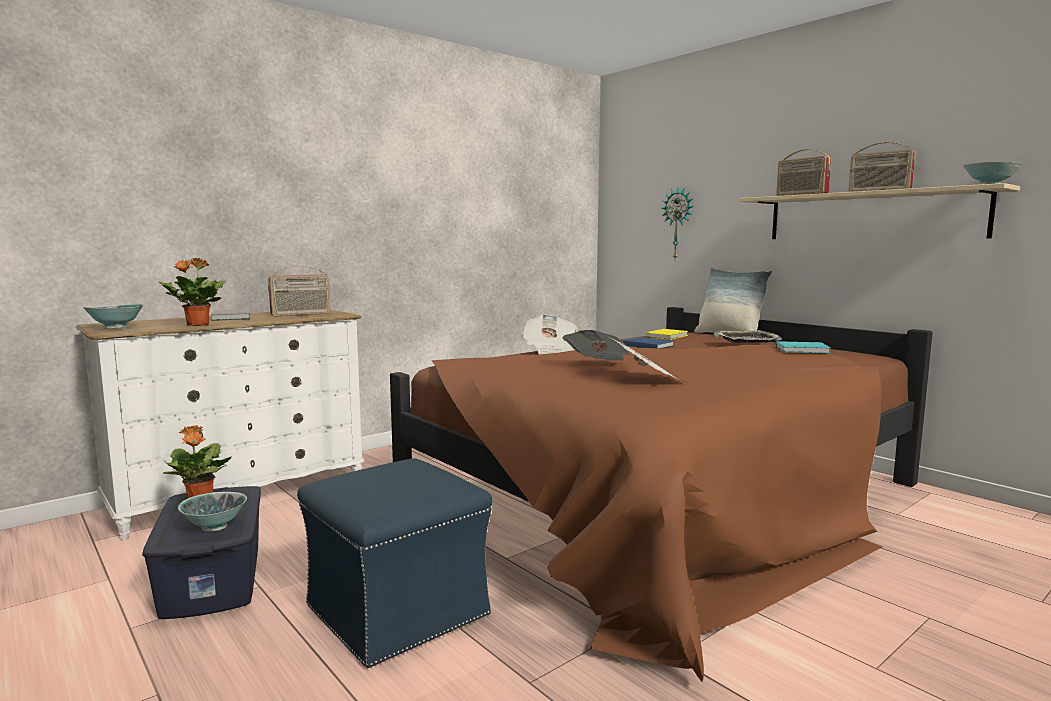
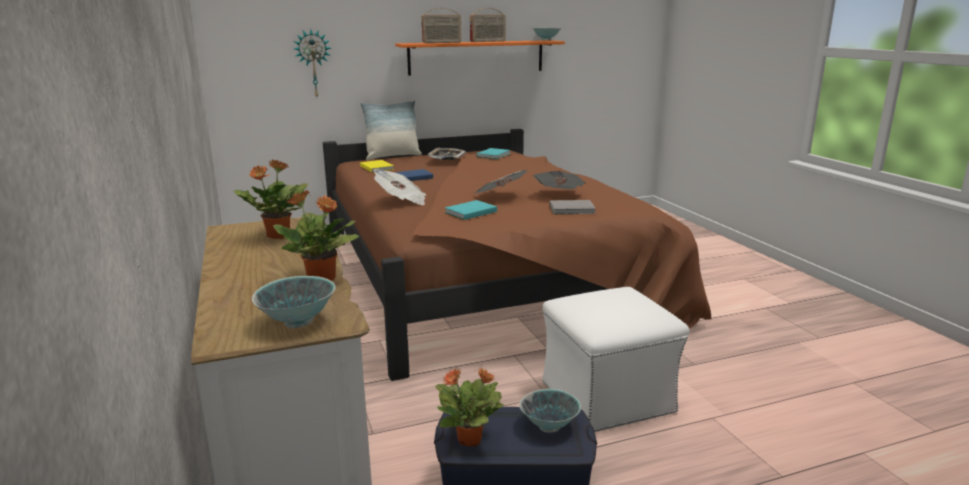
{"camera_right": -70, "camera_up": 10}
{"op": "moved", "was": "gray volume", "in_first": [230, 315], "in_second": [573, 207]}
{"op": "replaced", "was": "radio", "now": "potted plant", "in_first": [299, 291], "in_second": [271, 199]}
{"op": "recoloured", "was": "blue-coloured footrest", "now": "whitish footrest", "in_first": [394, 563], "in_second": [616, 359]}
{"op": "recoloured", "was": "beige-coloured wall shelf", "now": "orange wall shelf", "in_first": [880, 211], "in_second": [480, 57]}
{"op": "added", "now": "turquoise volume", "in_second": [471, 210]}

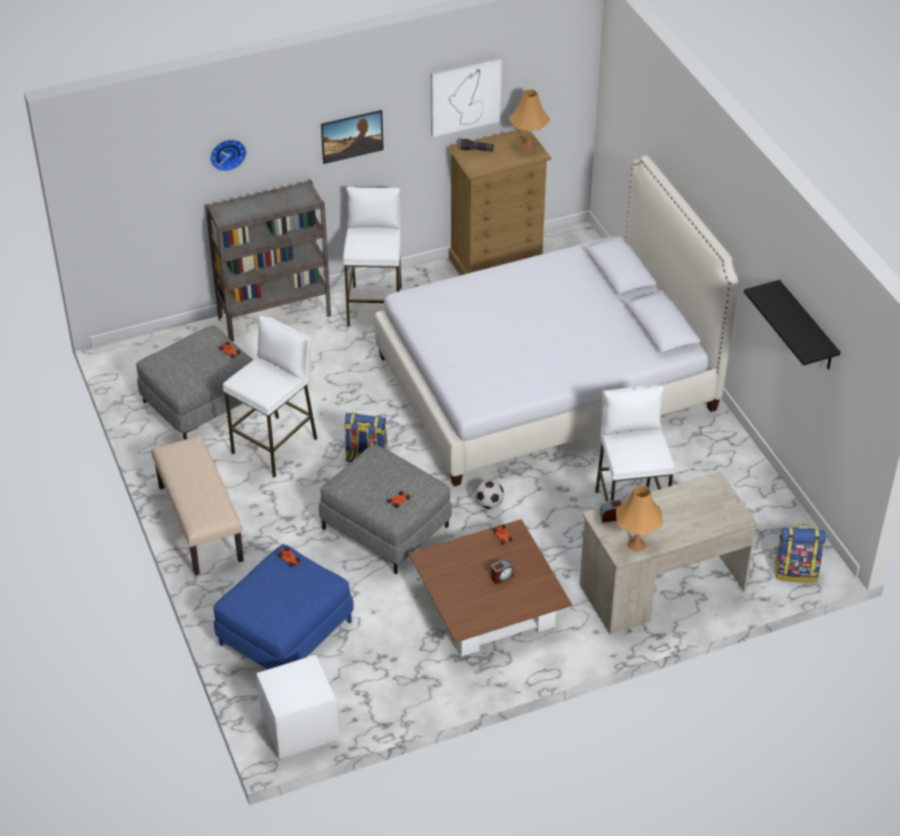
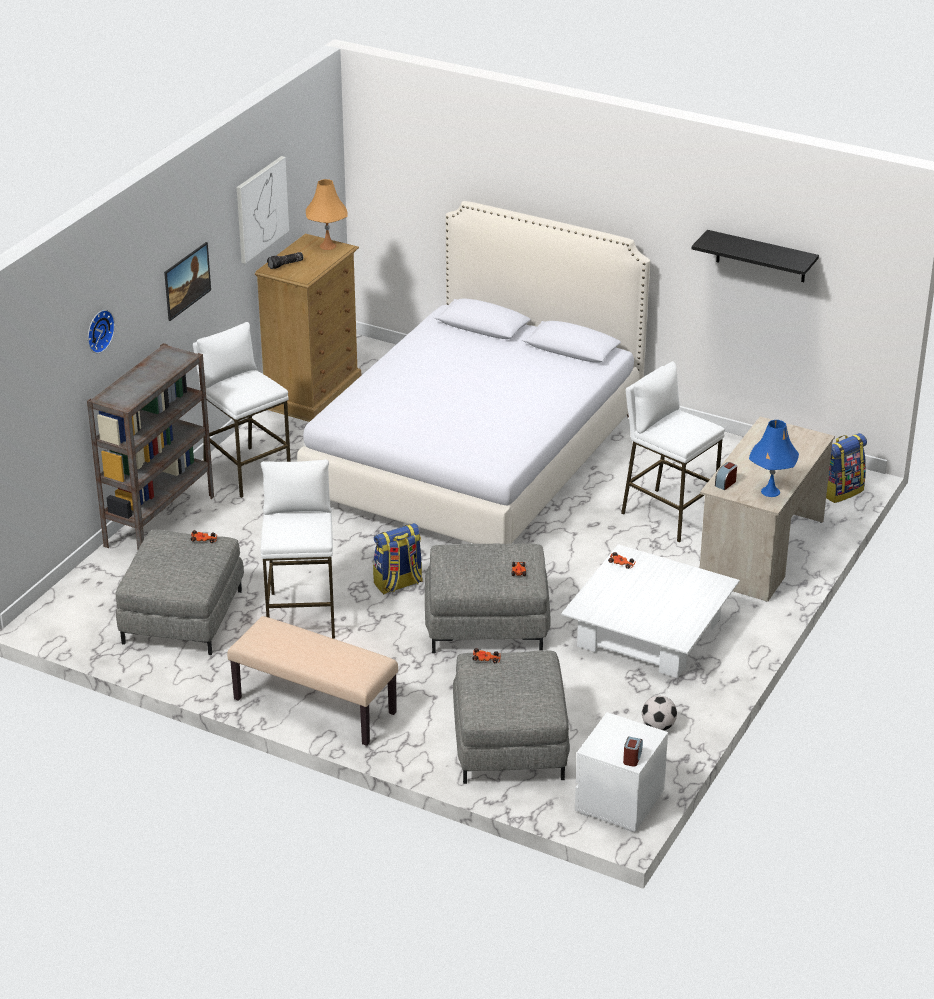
{"camera_right": -40, "camera_up": -10}
{"op": "recoloured", "was": "blue-coloured footrest", "now": "gray footrest", "in_first": [283, 607], "in_second": [511, 717]}
{"op": "recoloured", "was": "brown low table", "now": "whitish low table", "in_first": [490, 588], "in_second": [650, 611]}
{"op": "moved", "was": "ball for football", "in_first": [489, 494], "in_second": [659, 713]}
{"op": "moved", "was": "table clock", "in_first": [502, 572], "in_second": [633, 752]}
{"op": "recoloured", "was": "orange tabletop lamp", "now": "blue-coloured tabletop lamp", "in_first": [639, 518], "in_second": [774, 458]}

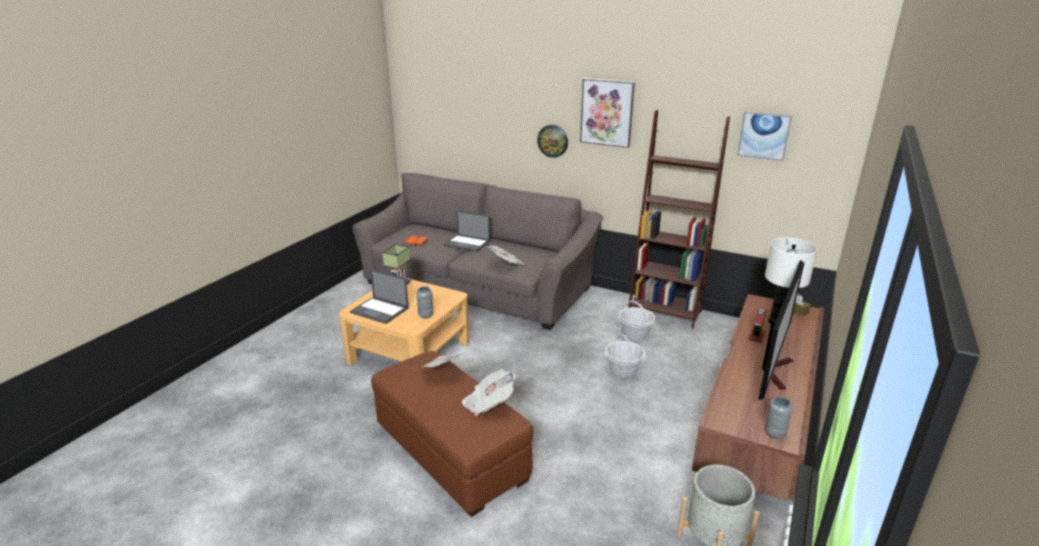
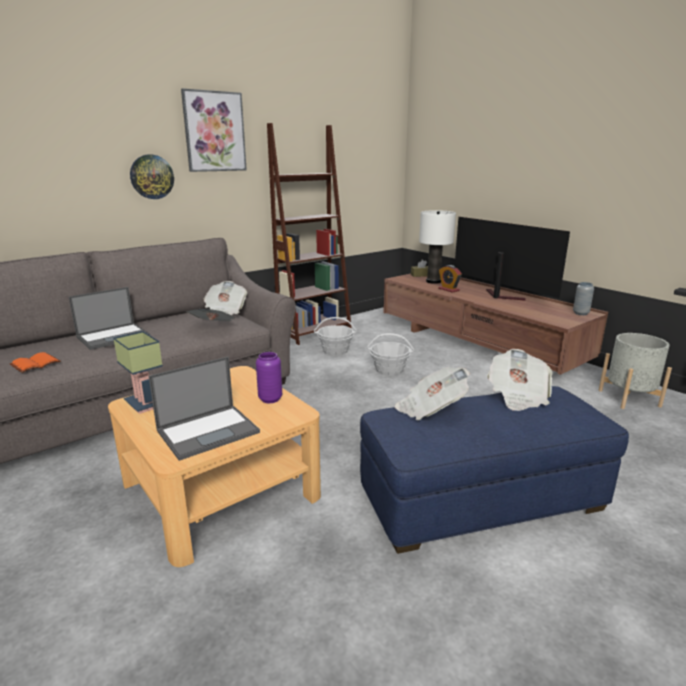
{"camera_right": -65, "camera_up": -5}
{"op": "recoloured", "was": "brown footrest", "now": "blue-coloured footrest", "in_first": [452, 434], "in_second": [494, 470]}
{"op": "recoloured", "was": "gray decorative vase", "now": "purple decorative vase", "in_first": [425, 302], "in_second": [269, 377]}
{"op": "removed", "was": "picture", "in_first": [764, 136]}
{"op": "added", "now": "daily paper", "in_second": [225, 298]}

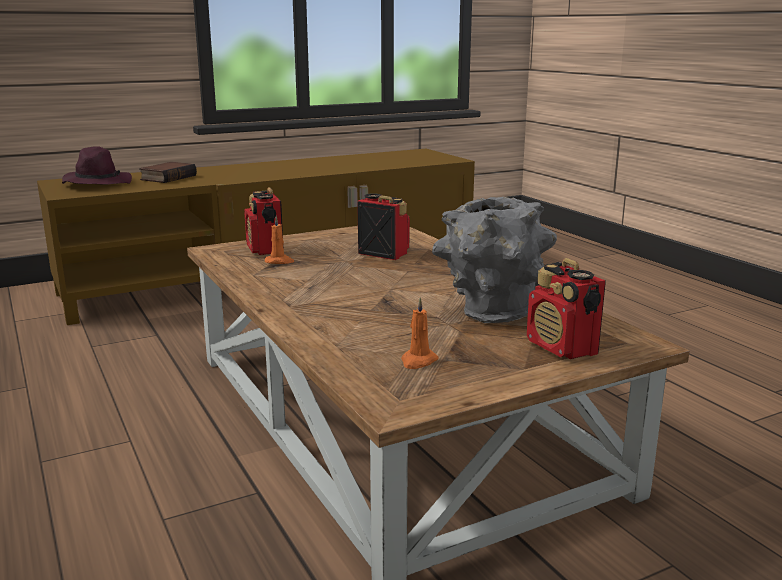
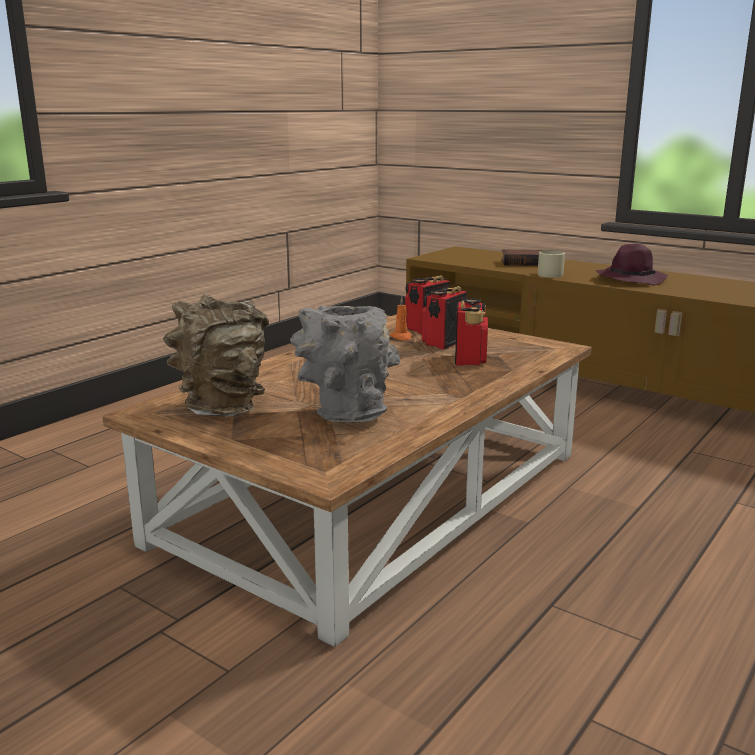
{"camera_right": 65, "camera_up": 0}
{"op": "moved", "was": "purple hat", "in_first": [97, 165], "in_second": [632, 264]}
{"op": "replaced", "was": "orange candle", "now": "brown decorative vase", "in_first": [419, 333], "in_second": [216, 356]}
{"op": "moved", "was": "radio", "in_first": [566, 308], "in_second": [444, 317]}
{"op": "added", "now": "beige-coloured tea mug", "in_second": [551, 264]}

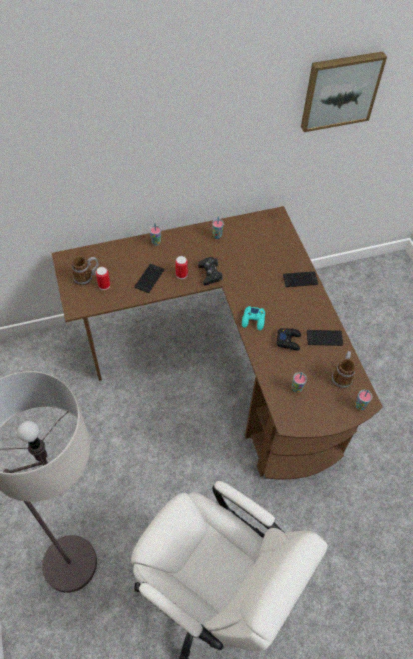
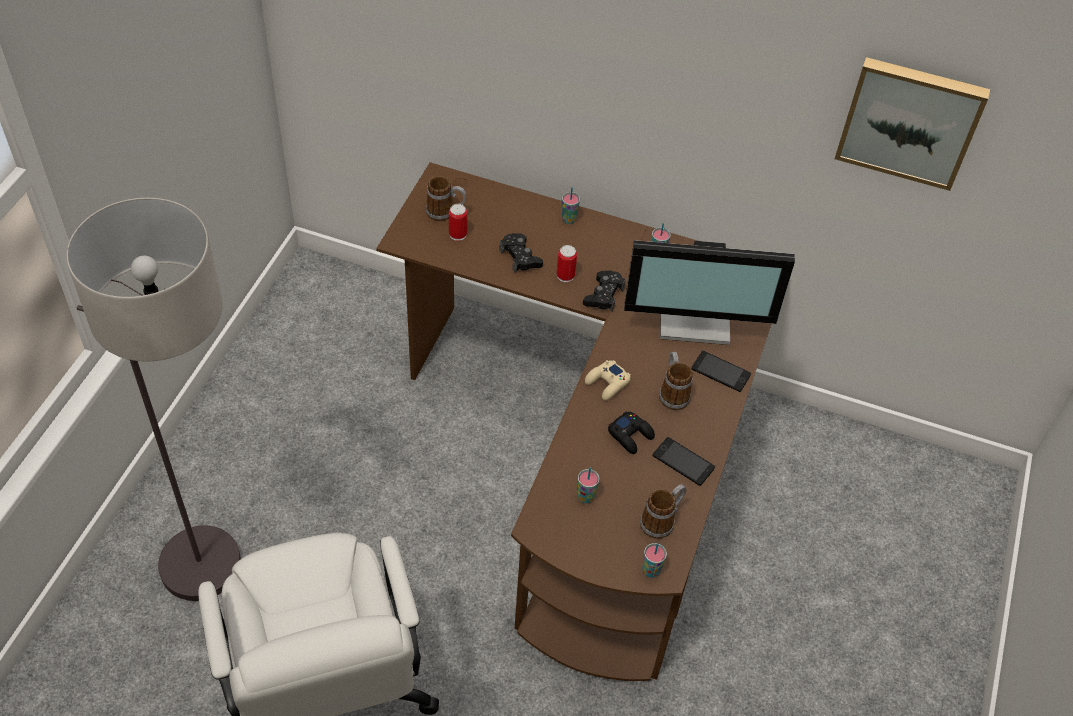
{"camera_right": 35, "camera_up": -5}
{"op": "replaced", "was": "handset", "now": "black joypad", "in_first": [149, 278], "in_second": [521, 253]}
{"op": "recoloured", "was": "turquoise joypad", "now": "beige-coloured joypad", "in_first": [253, 318], "in_second": [608, 380]}
{"op": "added", "now": "computer screen", "in_second": [709, 292]}
{"op": "added", "now": "tea mug", "in_second": [676, 381]}

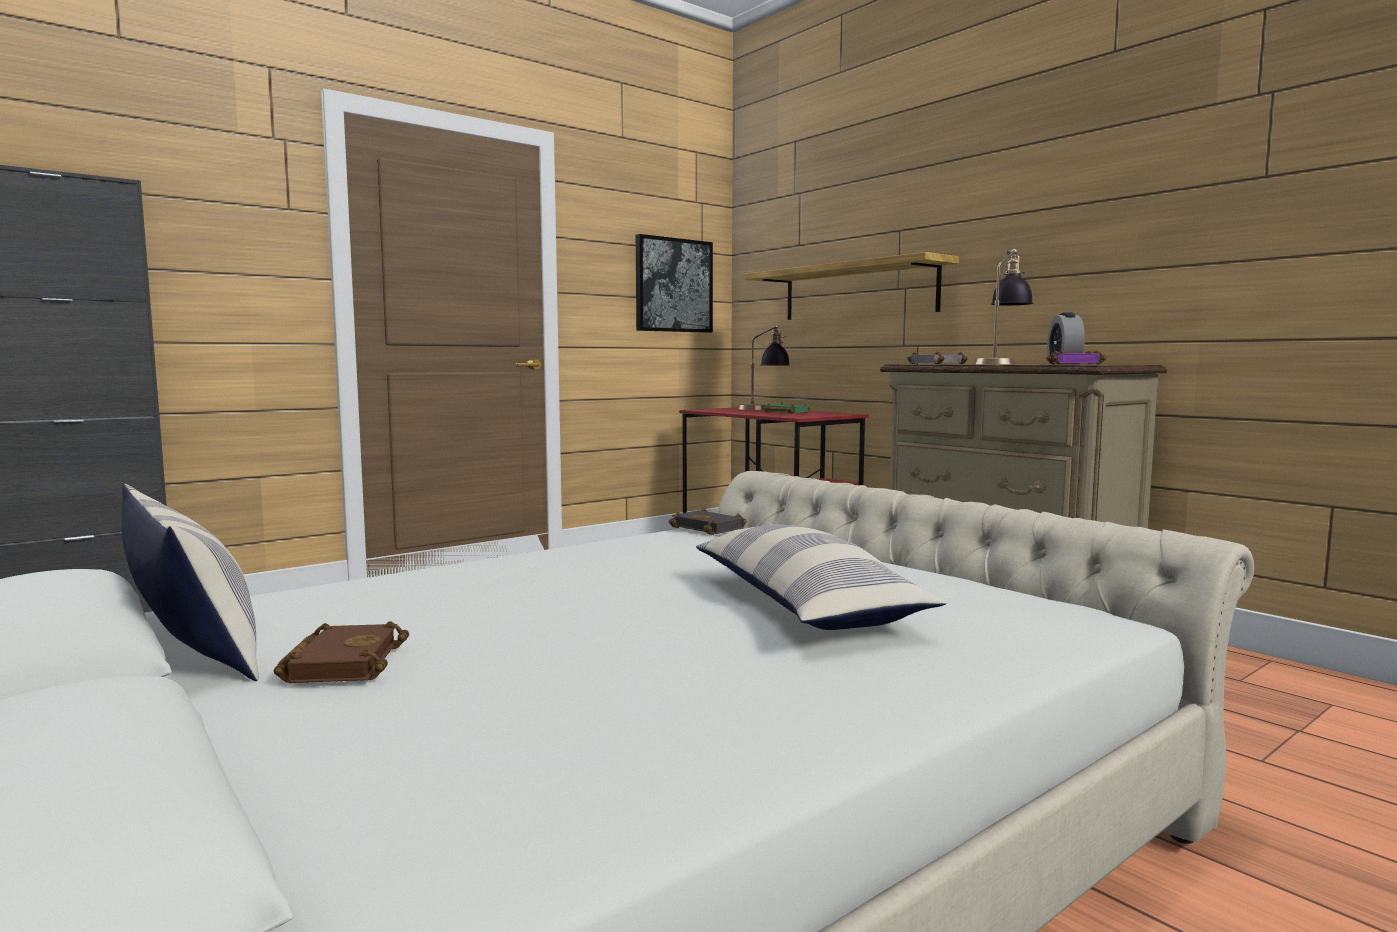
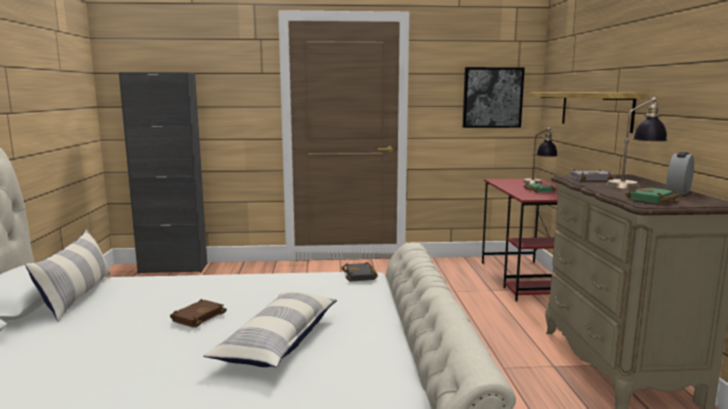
{"camera_right": 35, "camera_up": 5}
{"op": "moved", "was": "brown volume", "in_first": [341, 652], "in_second": [198, 313]}
{"op": "recoloured", "was": "purple volume", "now": "greenish volume", "in_first": [1076, 357], "in_second": [652, 194]}

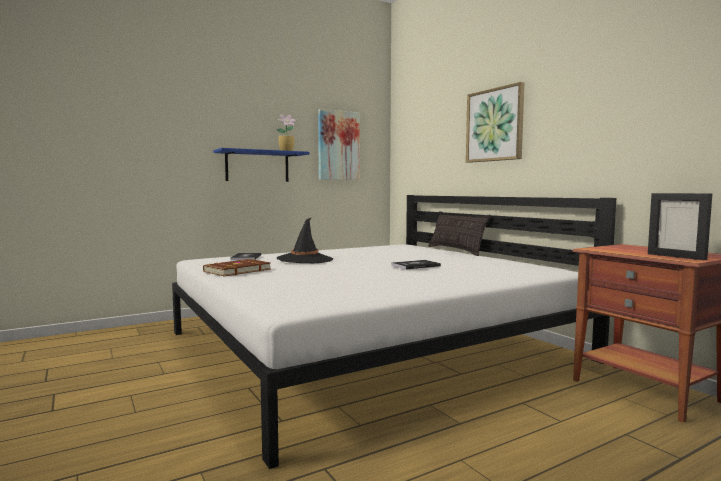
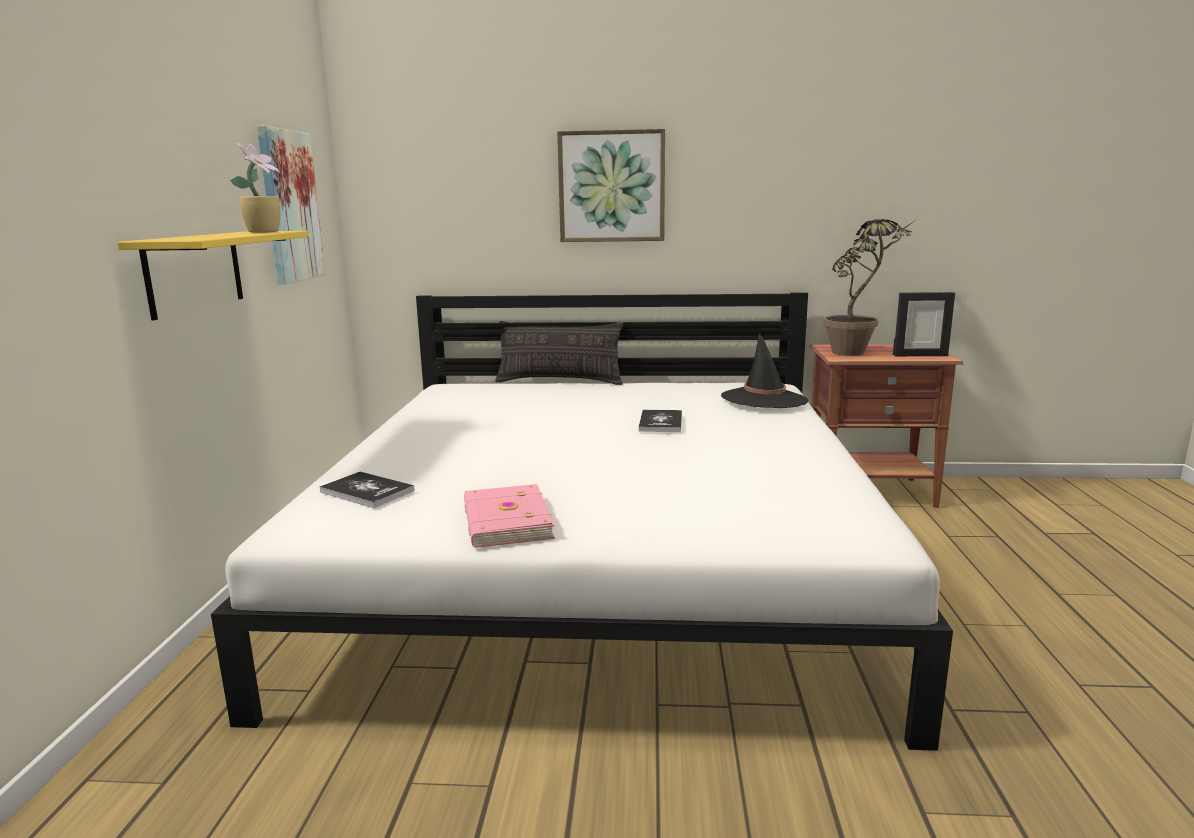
{"camera_right": -55, "camera_up": 10}
{"op": "recoloured", "was": "brown volume", "now": "pink volume", "in_first": [237, 268], "in_second": [509, 516]}
{"op": "recoloured", "was": "blue-coloured wall shelf", "now": "yellow wall shelf", "in_first": [261, 165], "in_second": [213, 275]}
{"op": "moved", "was": "black hat", "in_first": [305, 240], "in_second": [765, 371]}
{"op": "added", "now": "potted plant", "in_second": [869, 287]}

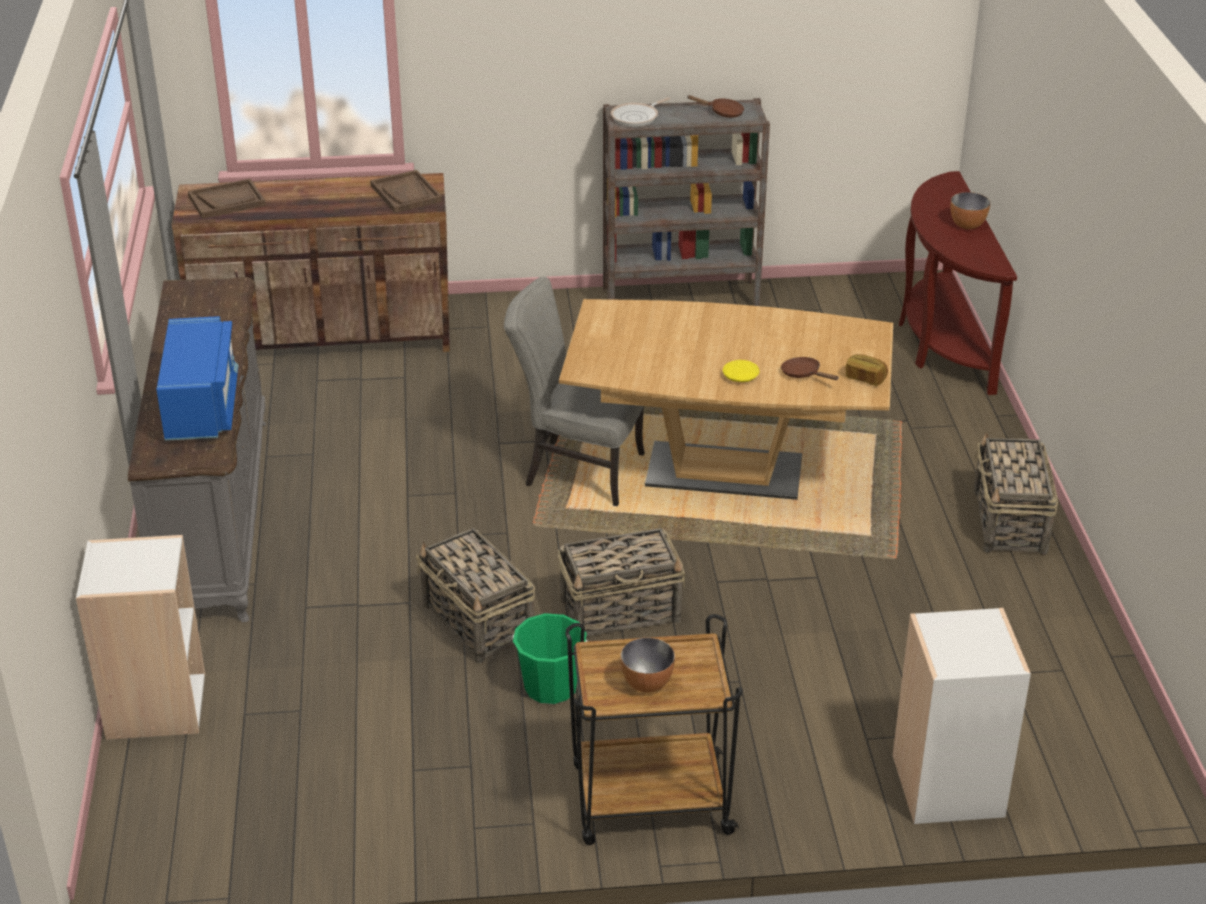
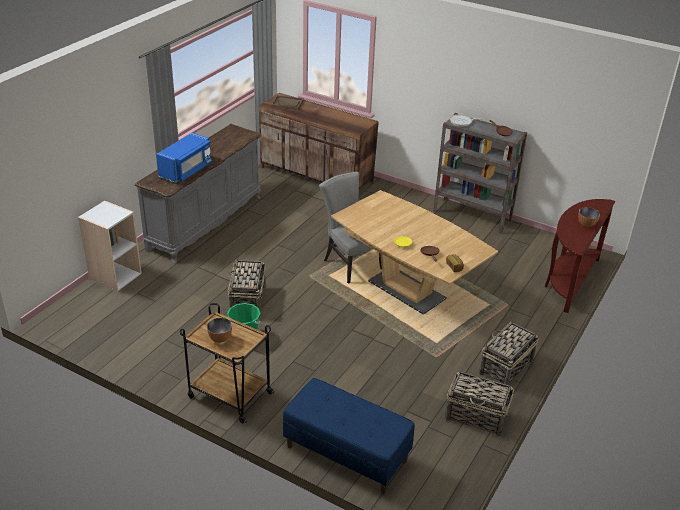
{"camera_right": 35, "camera_up": 0}
{"op": "removed", "was": "brown tray", "in_first": [406, 191]}
{"op": "moved", "was": "basket", "in_first": [621, 582], "in_second": [479, 404]}
{"op": "replaced", "was": "shelving unit", "now": "blue-coloured bench", "in_first": [962, 716], "in_second": [349, 436]}

